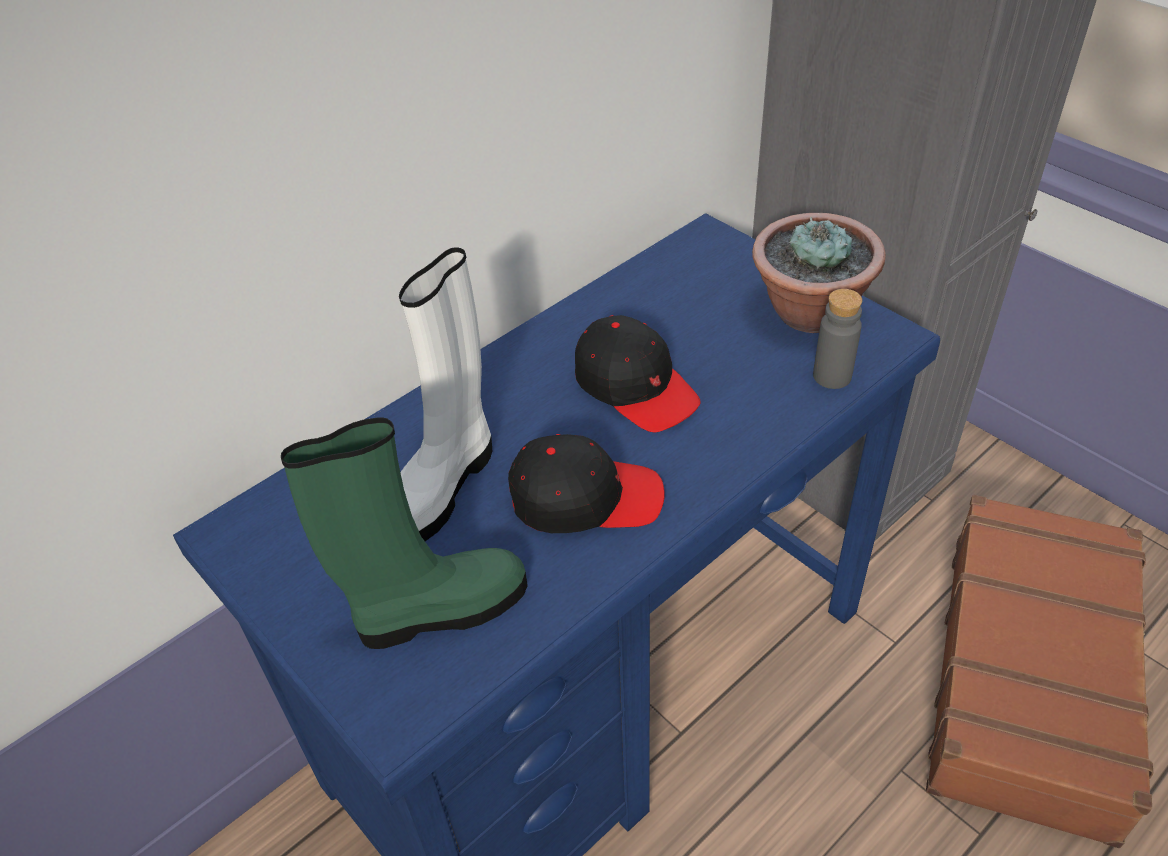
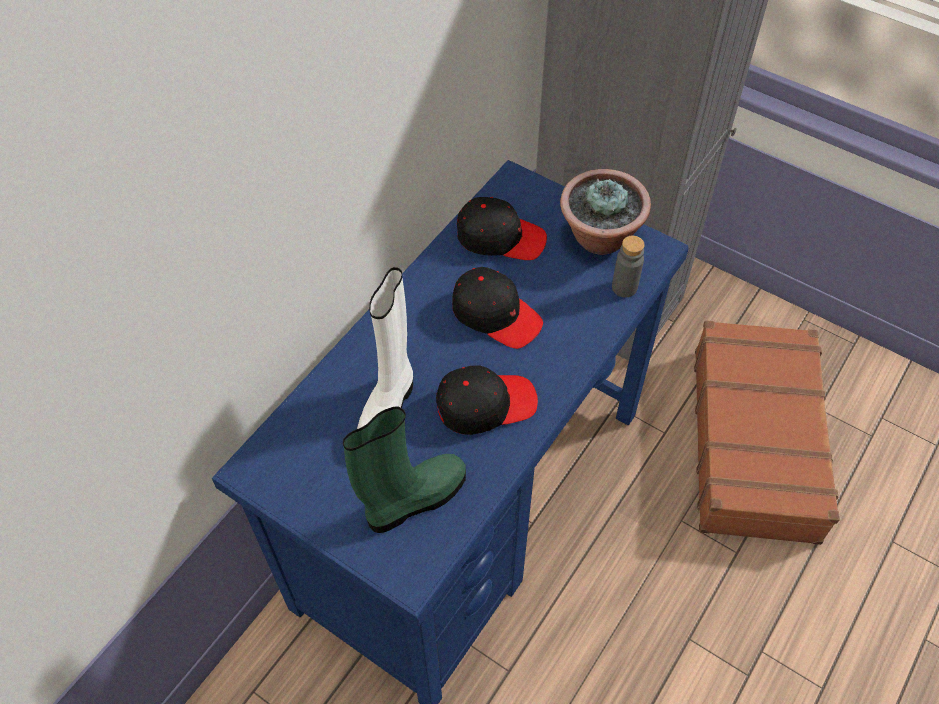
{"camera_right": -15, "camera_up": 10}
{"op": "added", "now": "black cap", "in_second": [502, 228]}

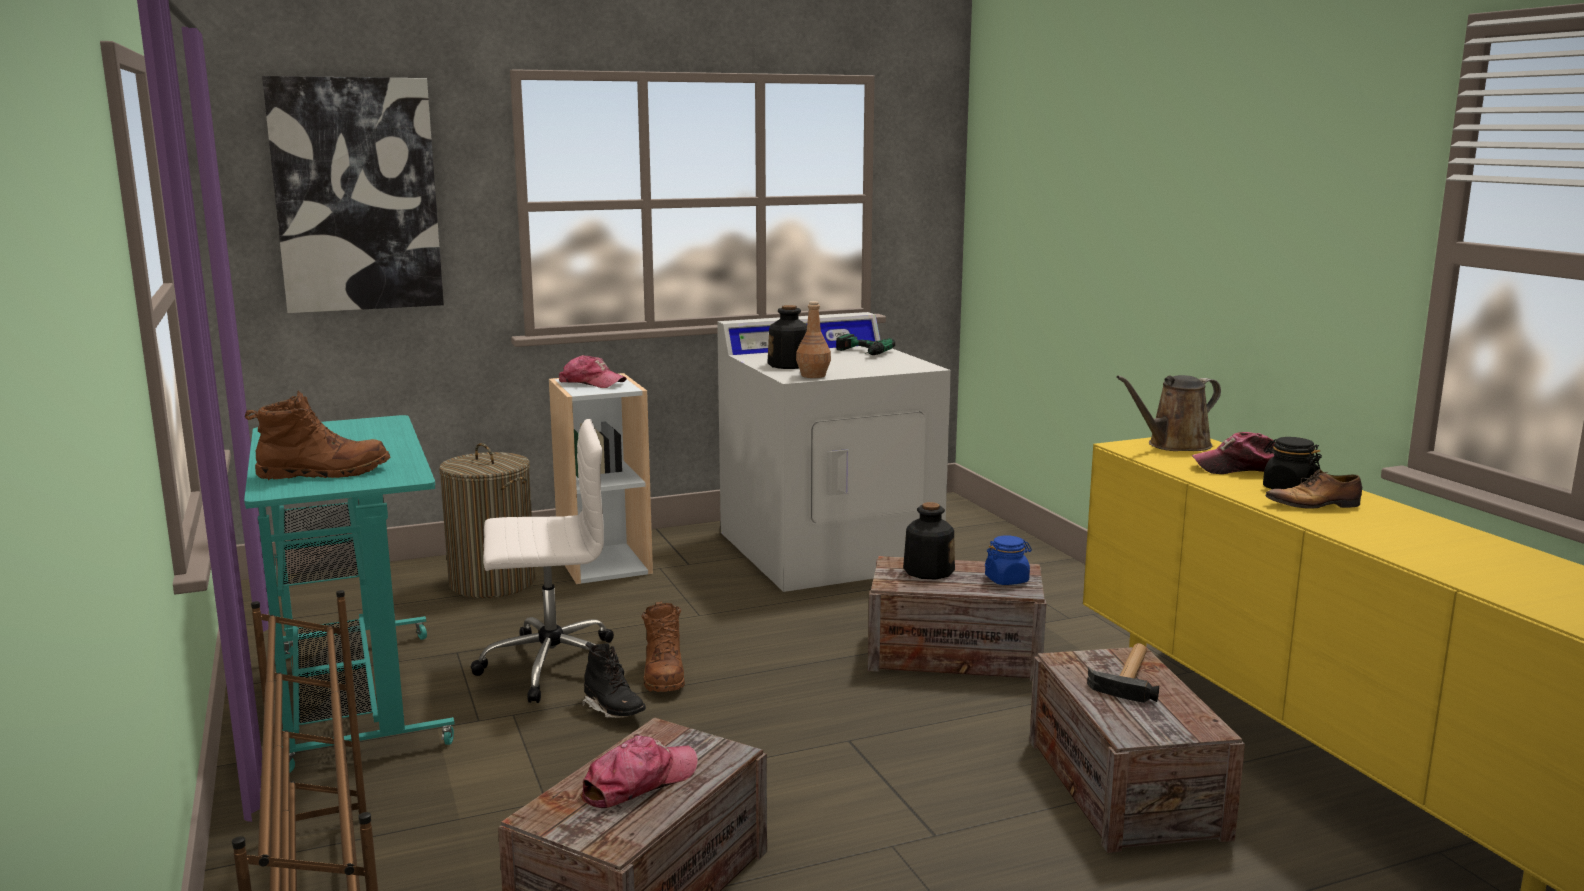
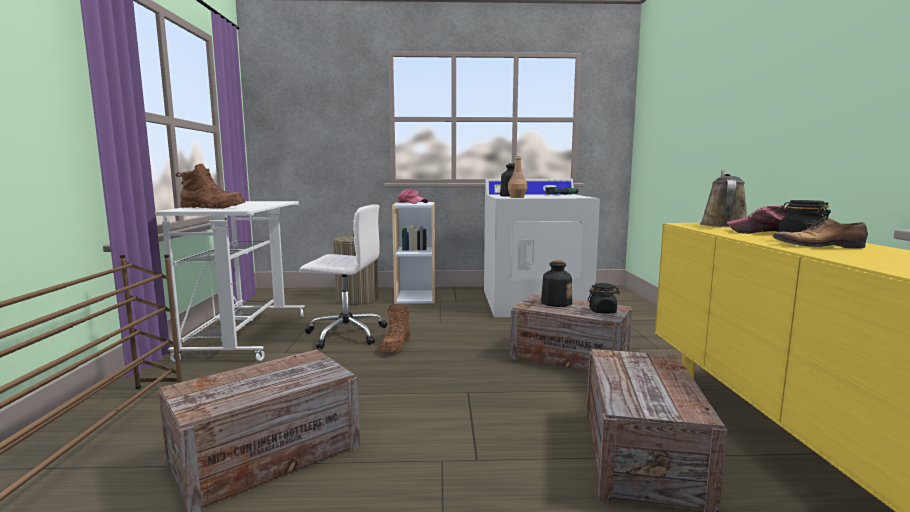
{"camera_right": 20, "camera_up": -5}
{"op": "recoloured", "was": "turquoise desk unit", "now": "whitish desk unit", "in_first": [349, 594], "in_second": [230, 281]}
{"op": "removed", "was": "picture", "in_first": [353, 194]}
{"op": "removed", "was": "cap", "in_first": [639, 771]}
{"op": "removed", "was": "black high-top boot", "in_first": [614, 680]}
{"op": "recoloured", "was": "blue-coloured preserve jar", "now": "black preserve jar", "in_first": [1008, 560], "in_second": [604, 298]}
{"op": "removed", "was": "hand hammer", "in_first": [1123, 673]}
{"op": "turned", "was": "brown watering pot", "in_first": [1168, 413], "in_second": [723, 198], "clockwise": 120}

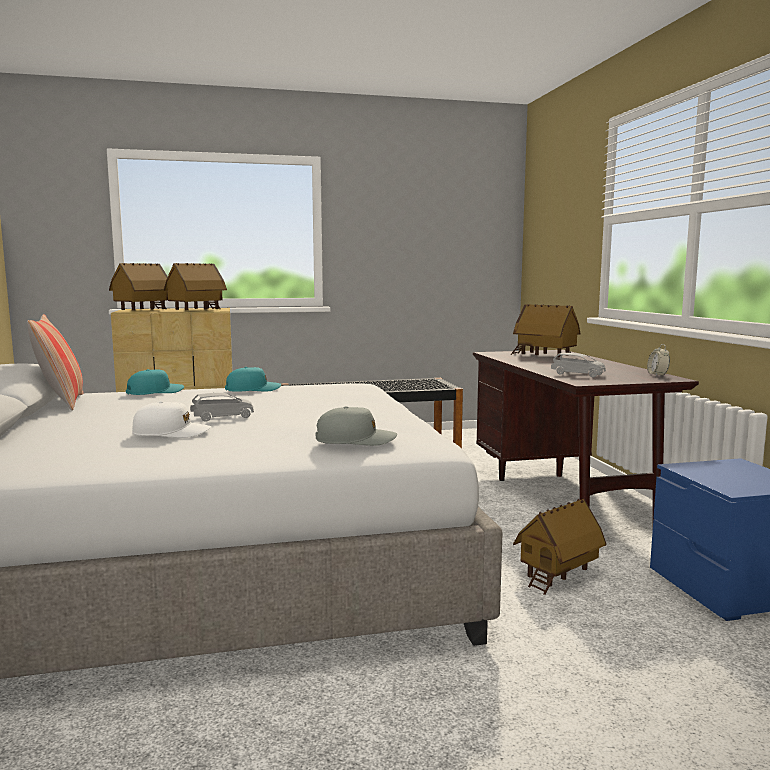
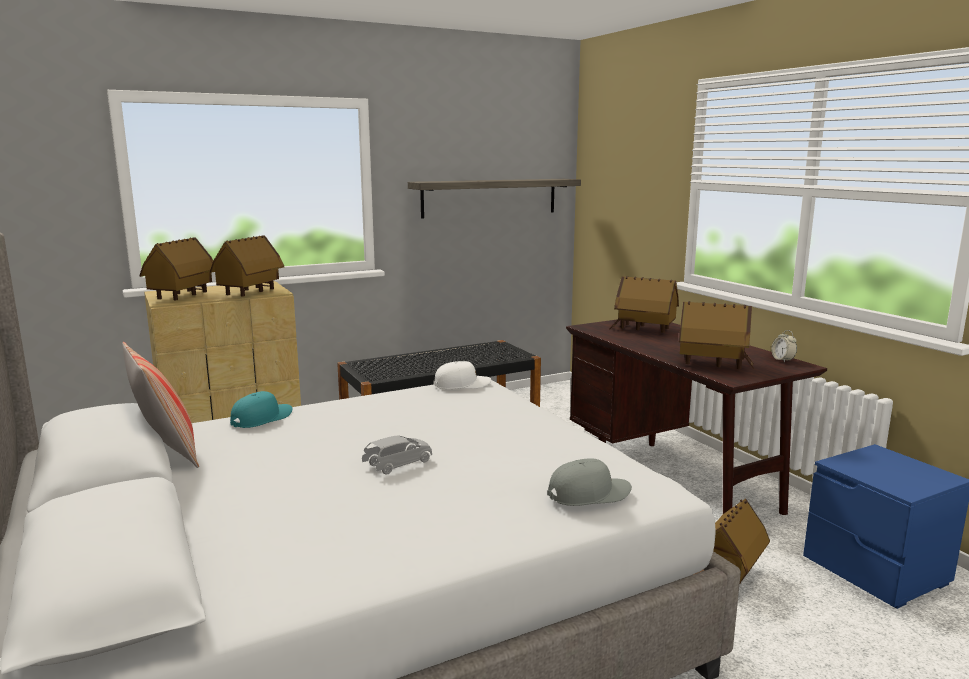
{"camera_right": -15, "camera_up": 5}
{"op": "moved", "was": "whitish cap", "in_first": [171, 419], "in_second": [462, 375]}
{"op": "removed", "was": "turquoise cap", "in_first": [253, 379]}
{"op": "replaced", "was": "gray model car", "now": "model house", "in_first": [578, 365], "in_second": [716, 335]}
{"op": "added", "now": "wall shelf", "in_second": [494, 199]}

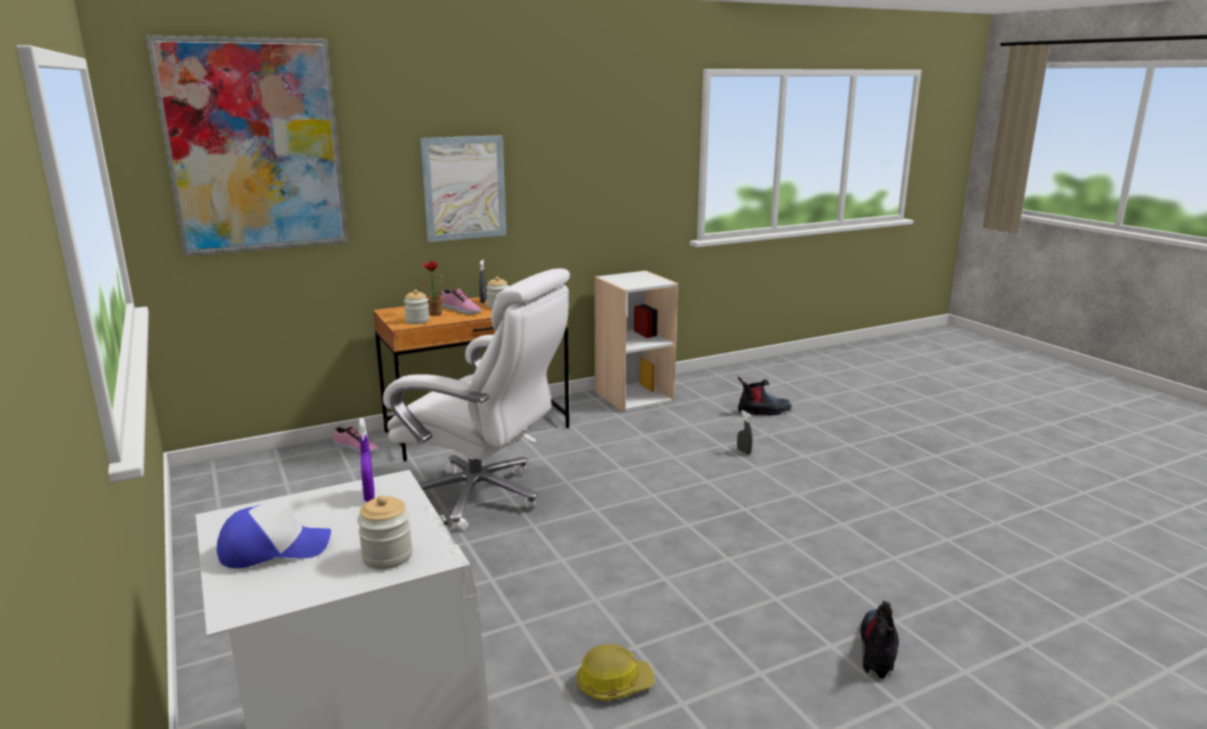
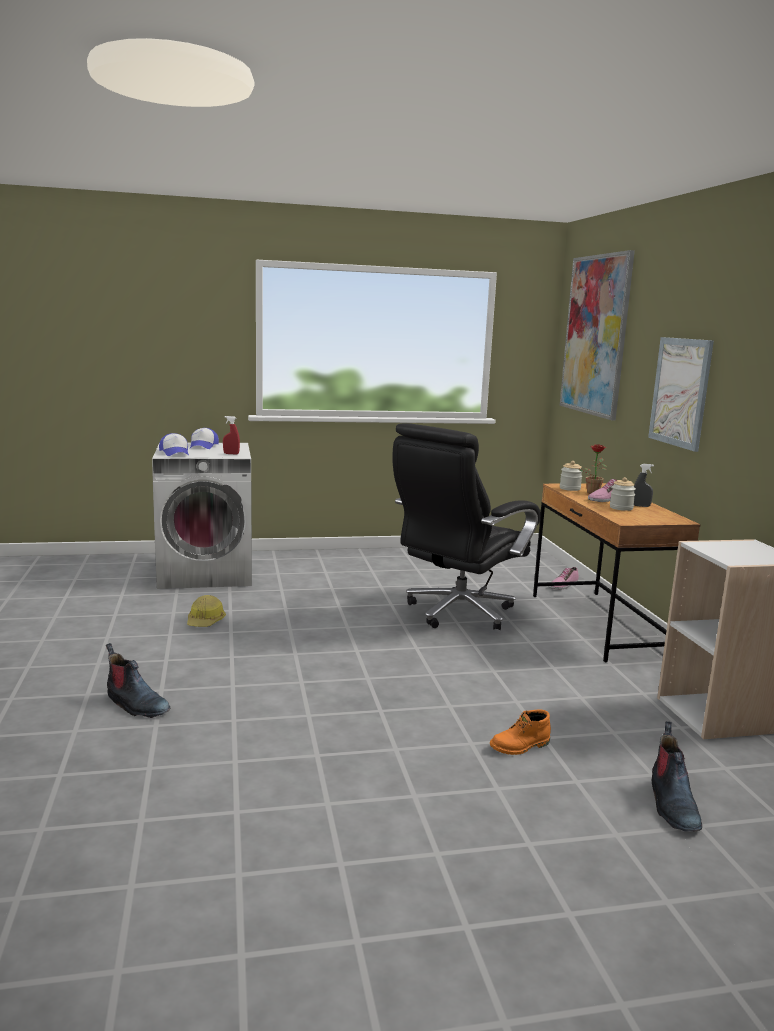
{"camera_right": 105, "camera_up": -5}
{"op": "replaced", "was": "preserve jar", "now": "cap", "in_first": [385, 532], "in_second": [174, 444]}
{"op": "recoloured", "was": "purple sprayer", "now": "red sprayer", "in_first": [367, 460], "in_second": [231, 435]}
{"op": "recoloured", "was": "whitish office chair", "now": "black office chair", "in_first": [476, 400], "in_second": [466, 526]}
{"op": "replaced", "was": "gray sprayer", "now": "orange high-top boot", "in_first": [745, 432], "in_second": [520, 732]}

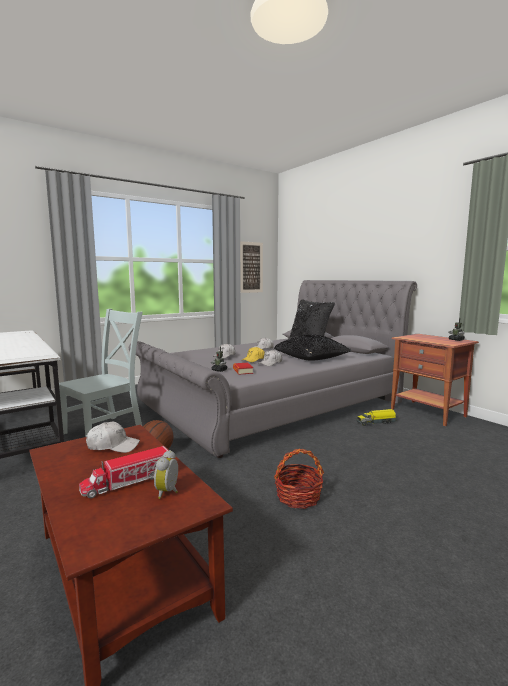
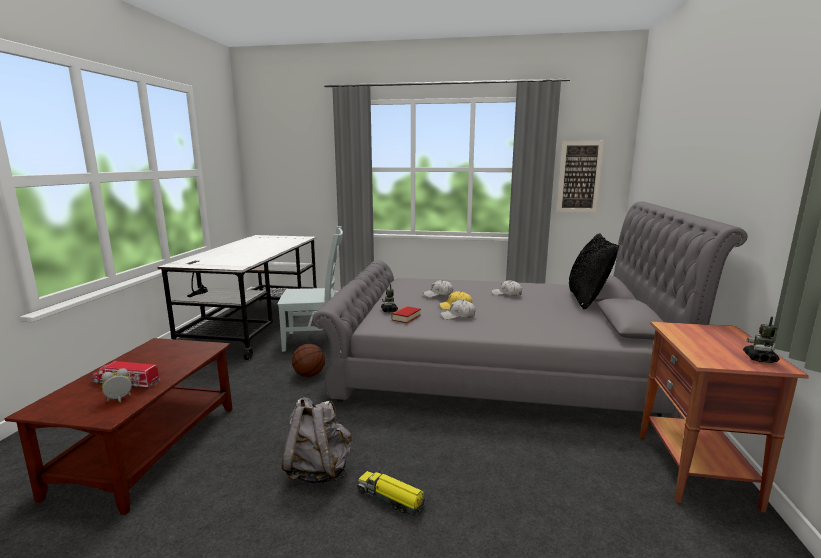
{"camera_right": 45, "camera_up": 5}
{"op": "removed", "was": "whitish cap", "in_first": [113, 437]}
{"op": "removed", "was": "black throw pillow", "in_first": [312, 348]}
{"op": "replaced", "was": "basket", "now": "gray rucksack", "in_first": [299, 479], "in_second": [317, 440]}
{"op": "moved", "was": "model truck", "in_first": [377, 417], "in_second": [392, 493]}

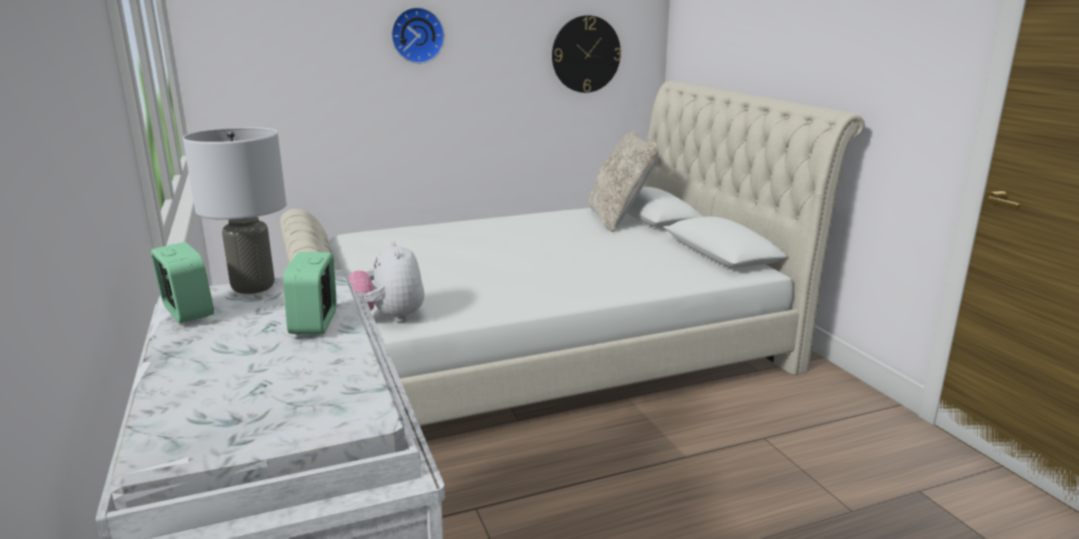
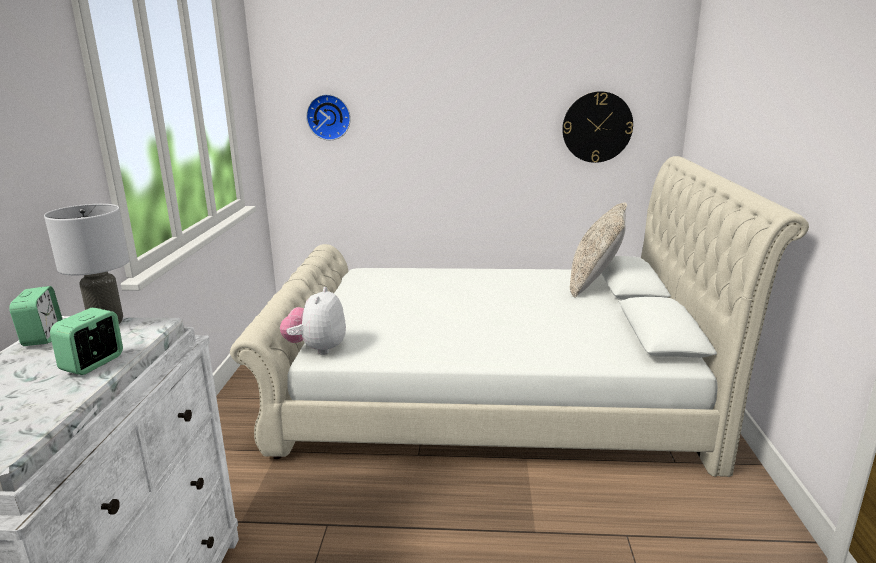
{"camera_right": 25, "camera_up": 0}
{"op": "moved", "was": "hanging clock", "in_first": [418, 35], "in_second": [328, 117]}

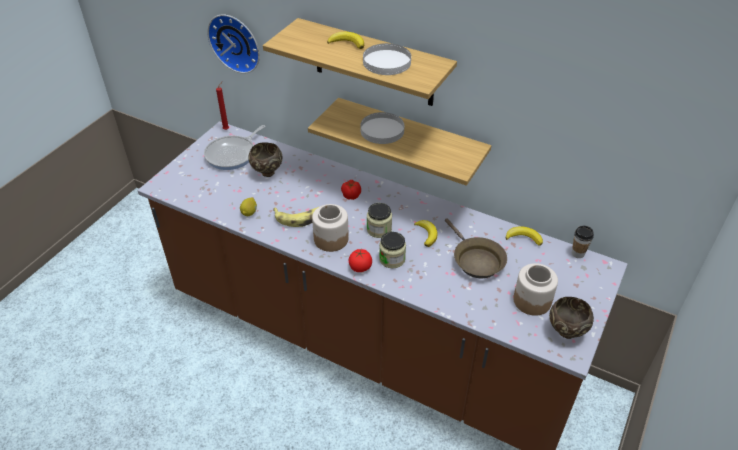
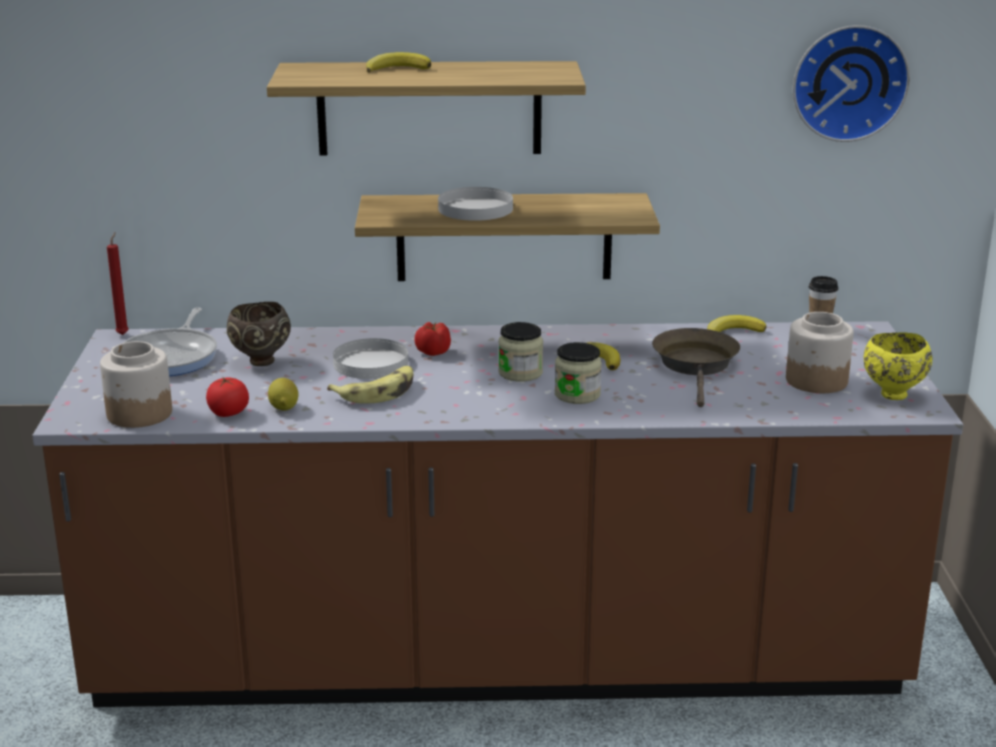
{"camera_right": -30, "camera_up": -20}
{"op": "moved", "was": "hanging clock", "in_first": [233, 44], "in_second": [851, 83]}
{"op": "moved", "was": "preserve jar", "in_first": [330, 228], "in_second": [136, 384]}
{"op": "moved", "was": "whole tomato", "in_first": [360, 260], "in_second": [227, 397]}
{"op": "moved", "was": "whitish plate", "in_first": [387, 59], "in_second": [370, 358]}
{"op": "turned", "was": "brown pan", "in_first": [476, 248], "in_second": [696, 367], "clockwise": -120}
{"op": "recoloured", "was": "brown serving bowl", "now": "yellow serving bowl", "in_first": [571, 318], "in_second": [898, 366]}

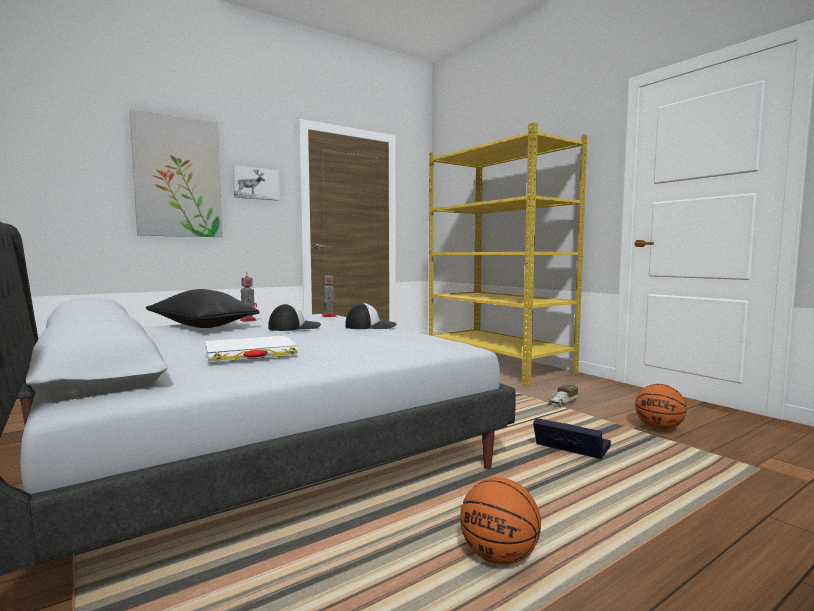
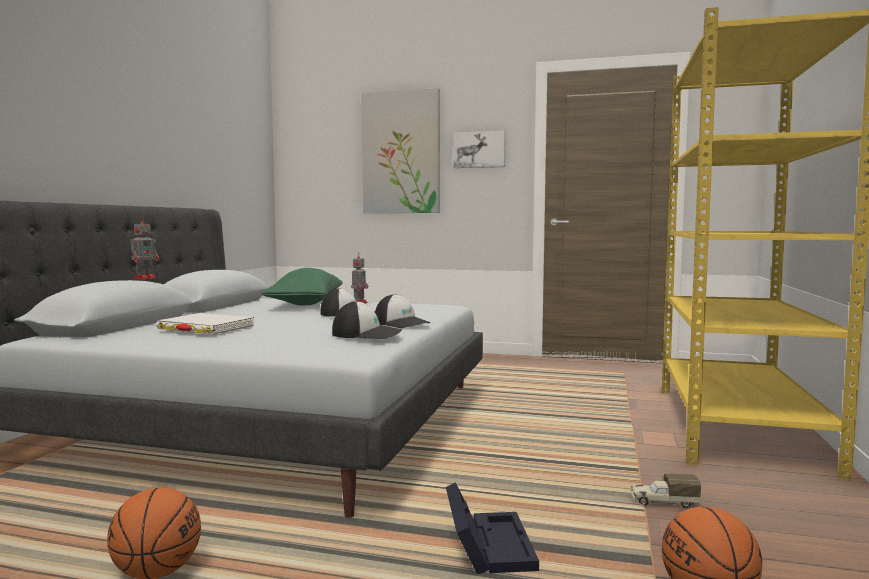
{"camera_right": 50, "camera_up": 0}
{"op": "recoloured", "was": "black throw pillow", "now": "greenish throw pillow", "in_first": [203, 308], "in_second": [301, 286]}
{"op": "moved", "was": "model robot", "in_first": [329, 294], "in_second": [144, 249]}
{"op": "added", "now": "cap", "in_second": [367, 320]}

